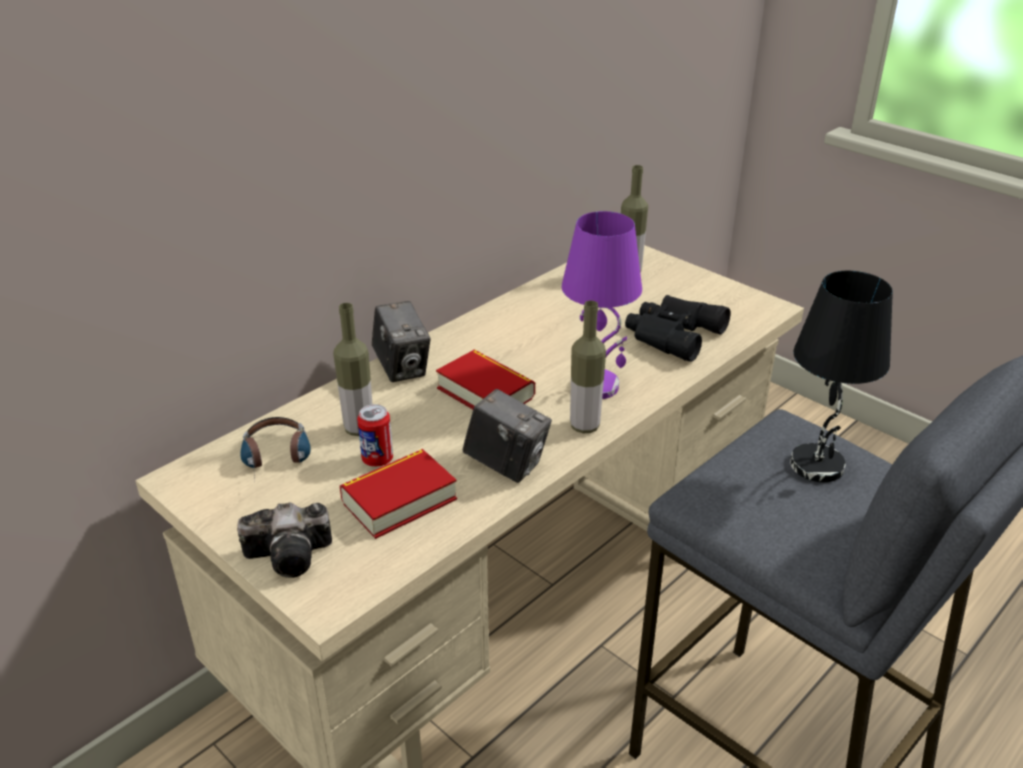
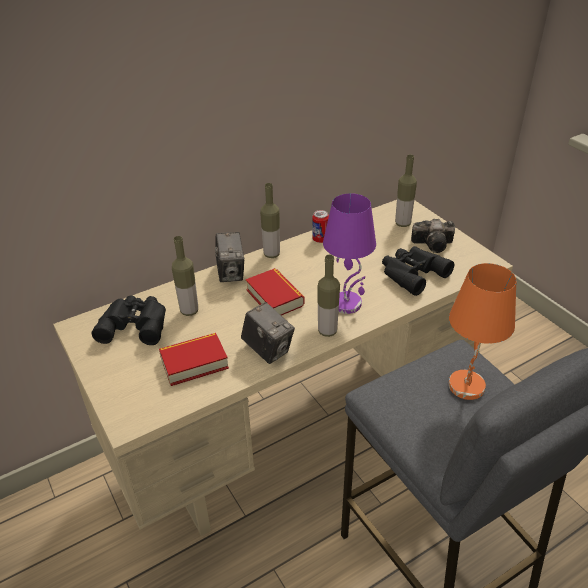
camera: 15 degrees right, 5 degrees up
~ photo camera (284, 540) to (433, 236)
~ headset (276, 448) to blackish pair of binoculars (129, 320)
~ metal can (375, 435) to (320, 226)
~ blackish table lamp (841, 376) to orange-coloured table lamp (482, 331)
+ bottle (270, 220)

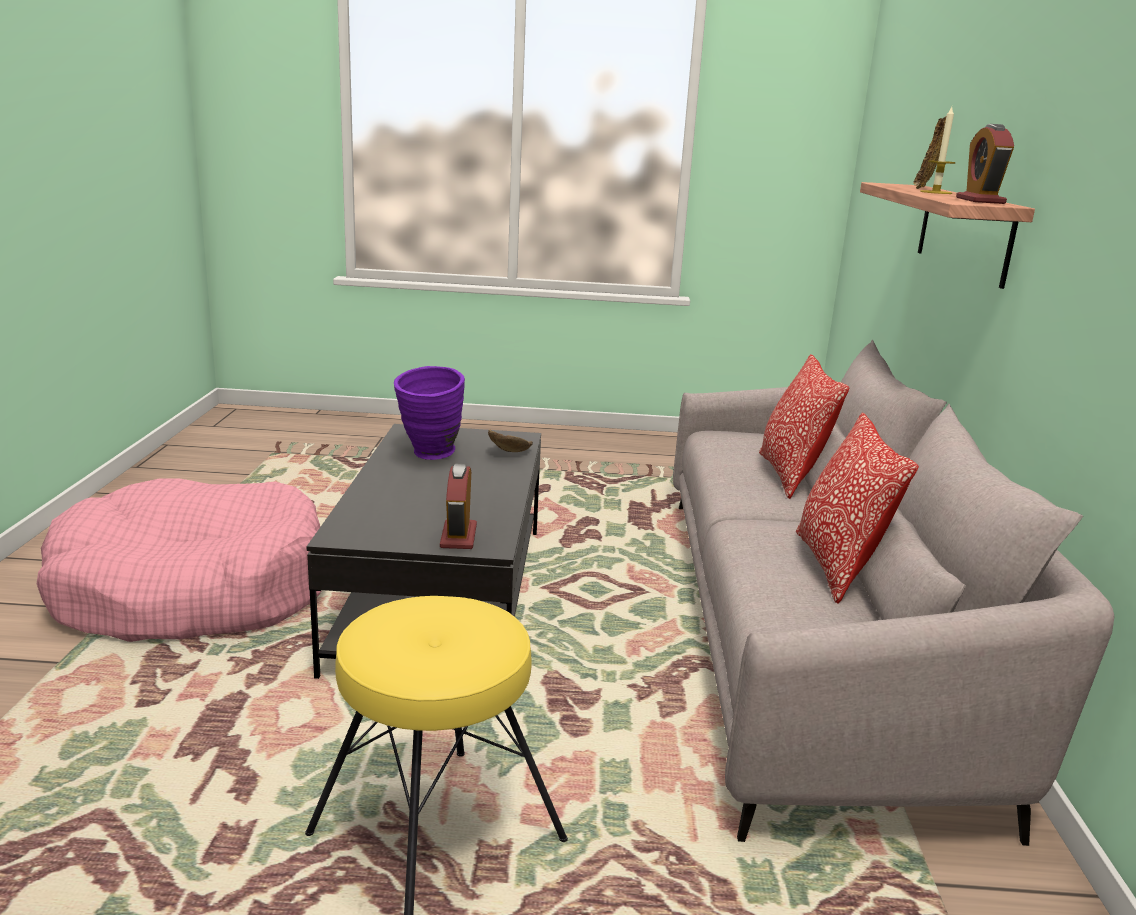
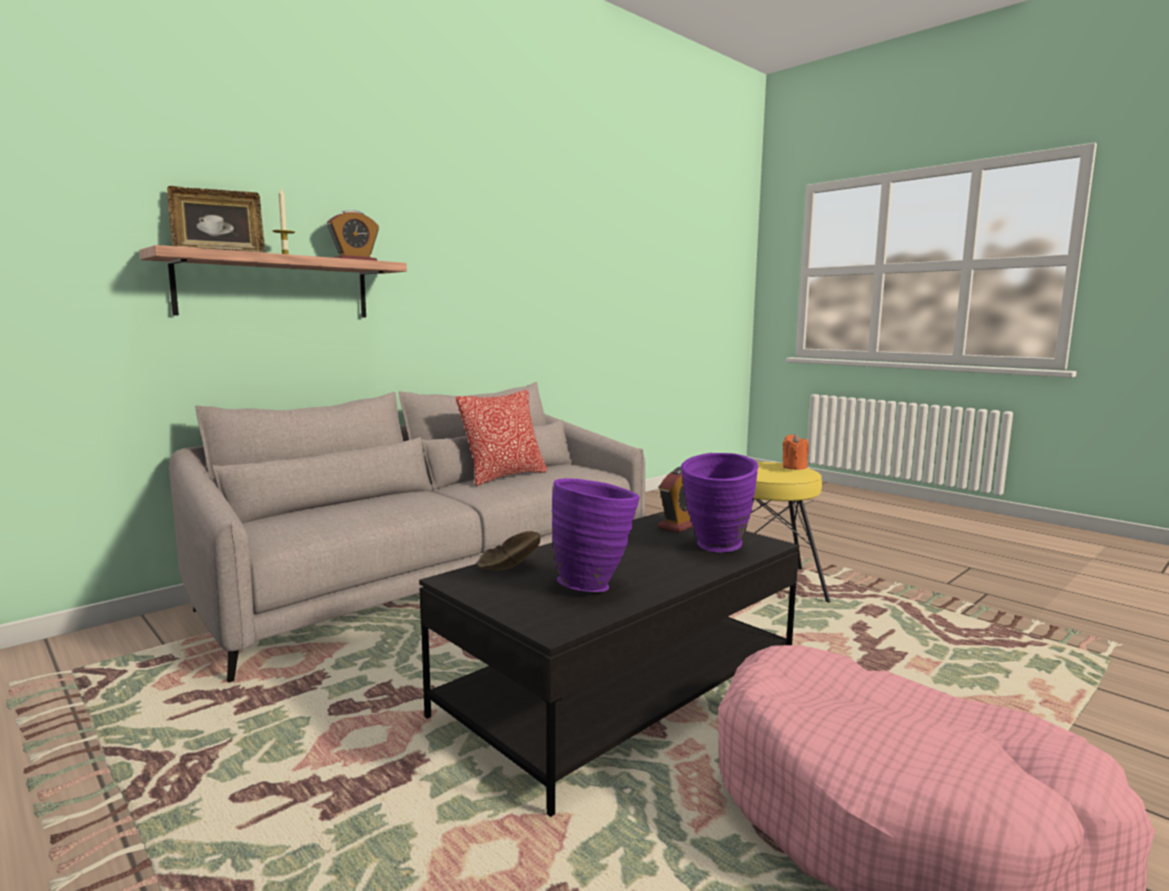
camera: 135 degrees left, 10 degrees down
- cushion (804, 426)
+ purple-coloured vase (719, 503)
+ orange-coloured wax candle (796, 452)

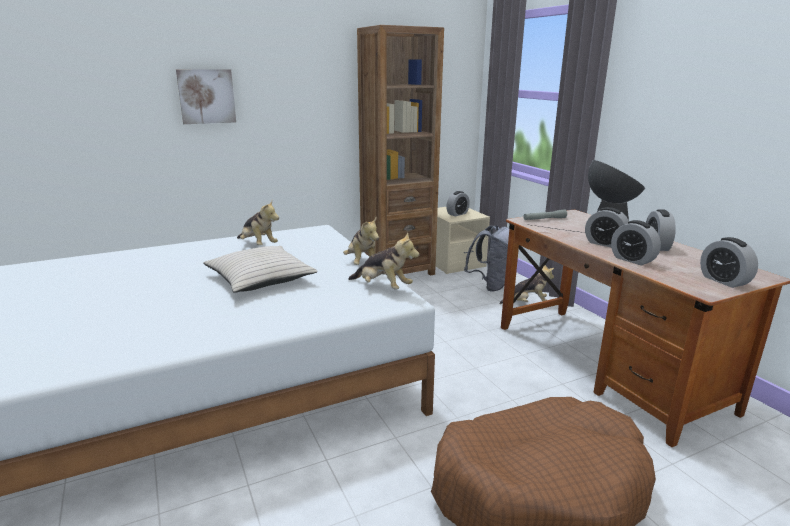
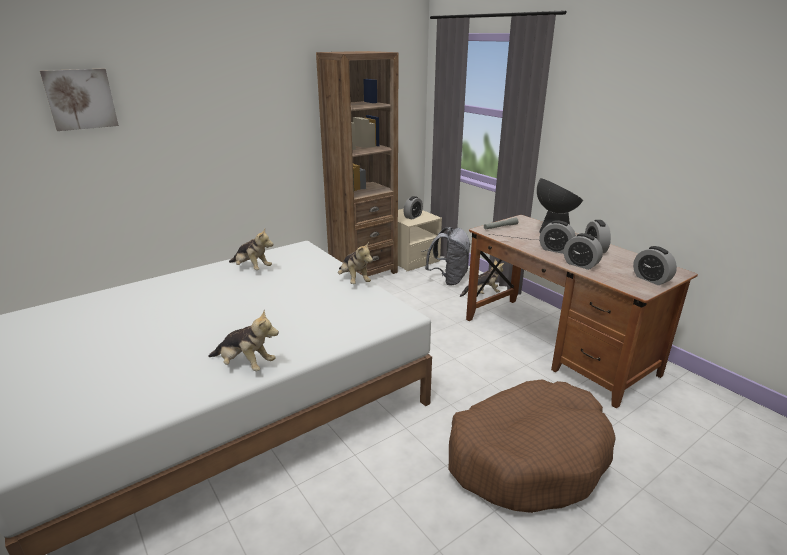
camera: 10 degrees left, 5 degrees up
~ wall picture (206, 96) to (79, 99)
- beige cushion (260, 269)
~ plush toy (384, 260) to (243, 340)

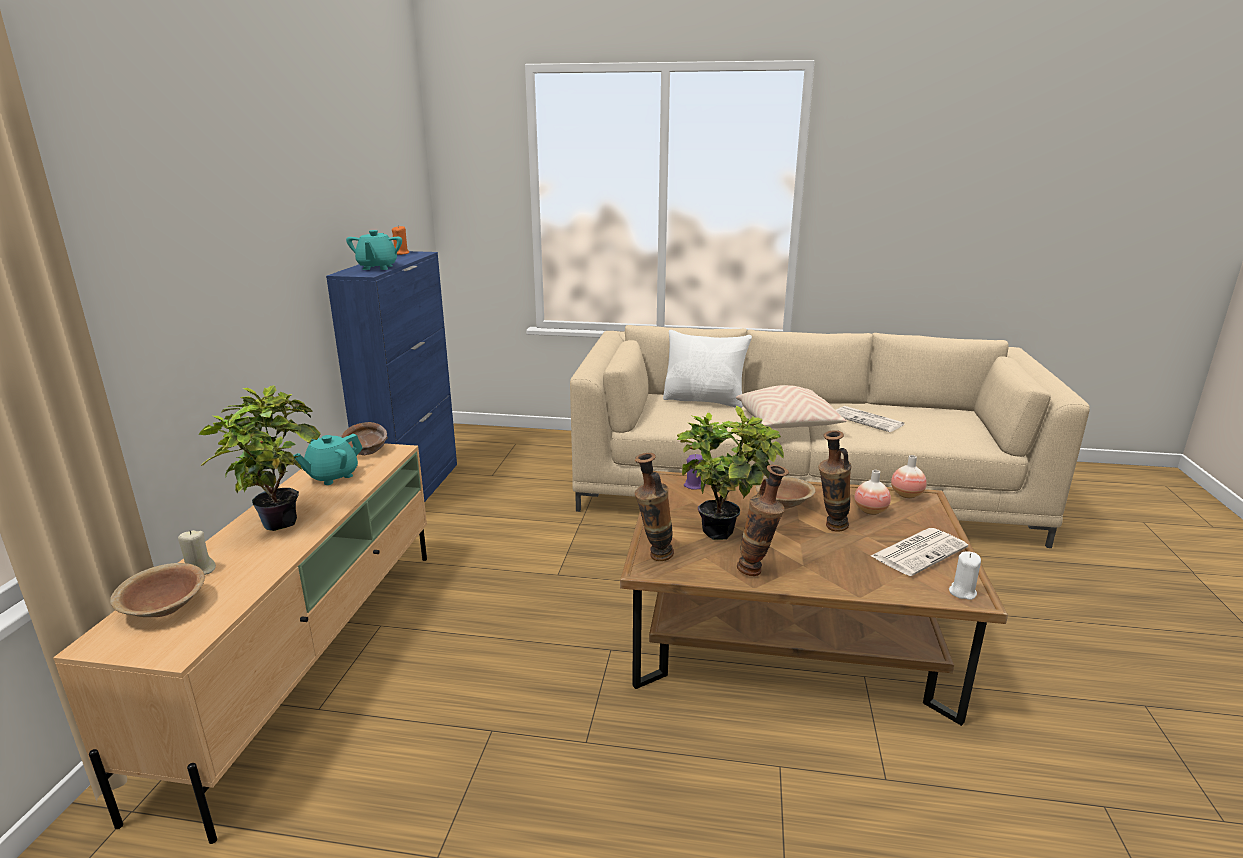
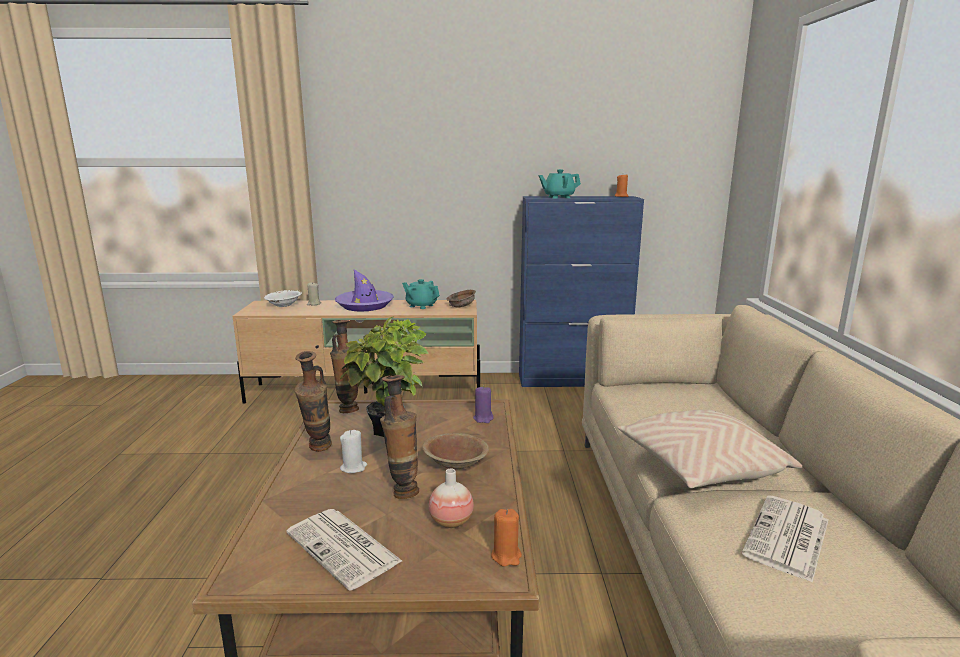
camera: 80 degrees right, 5 degrees down
~ brown-coloured bowl (157, 590) to white bowl (283, 298)
~ houseplant (259, 458) to purple-coloured hat (364, 290)
- white cushion (707, 369)
~ vase (909, 476) to orange-coloured wax candle (506, 538)
~ white wax candle (965, 576) to (353, 451)

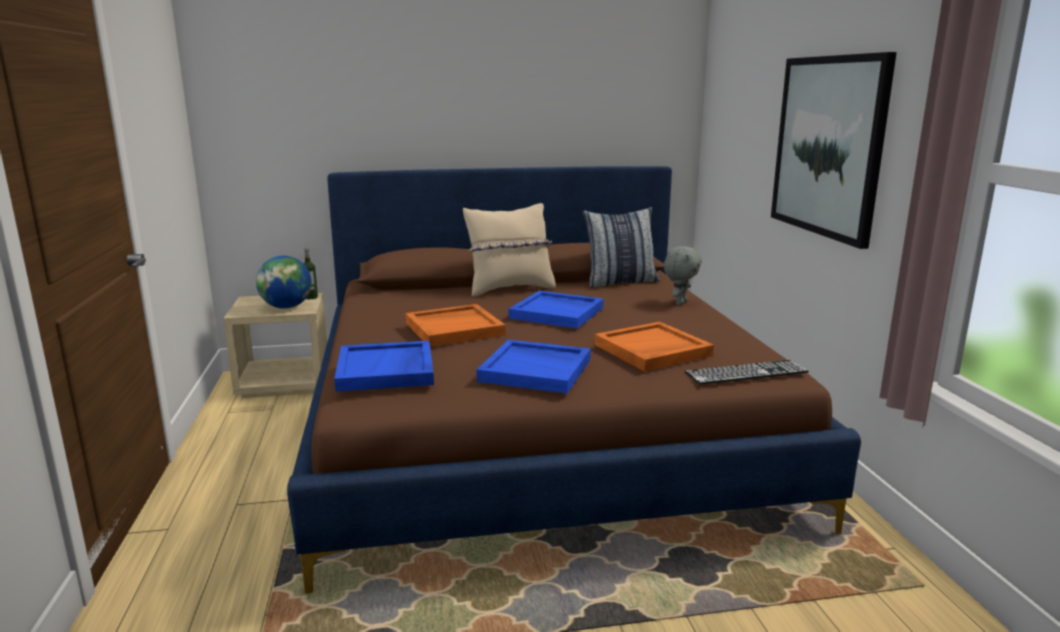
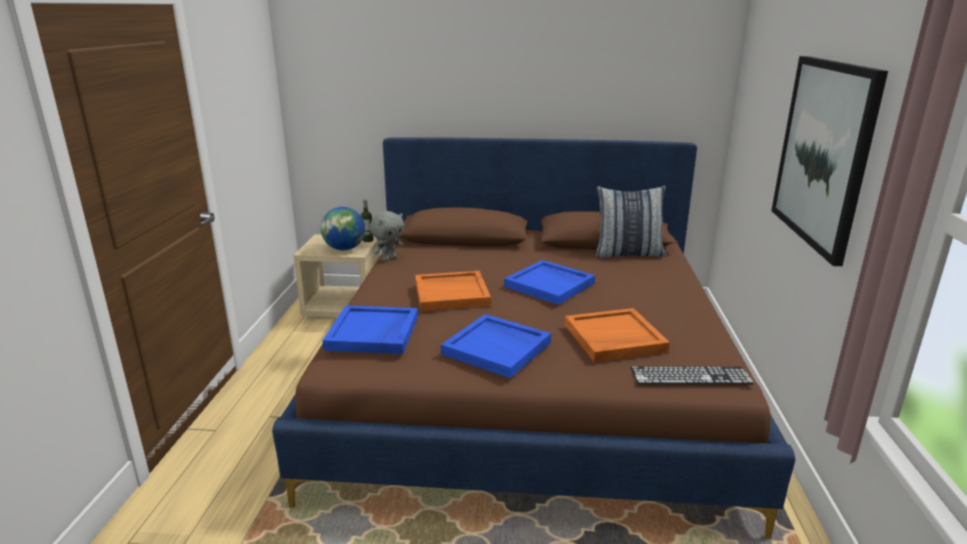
camera: 15 degrees right, 5 degrees up
- beige cushion (509, 250)
~ grey plush toy (683, 276) to (387, 236)

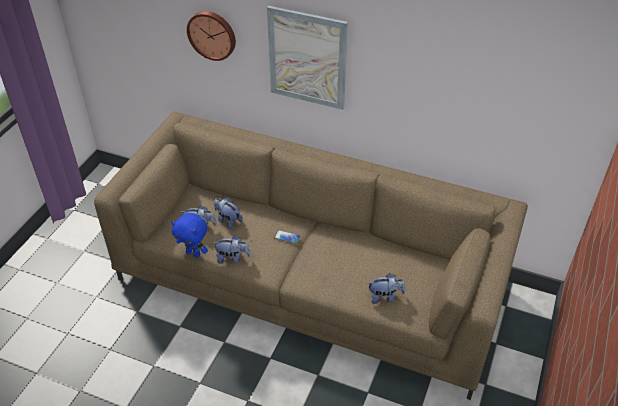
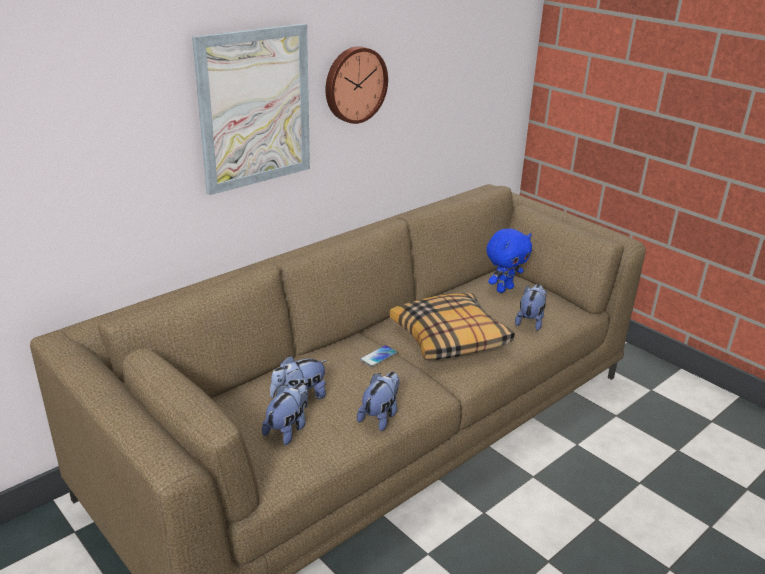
camera: 65 degrees left, 15 degrees down
~ bluish plush toy (189, 235) to (509, 260)
~ wall clock (211, 36) to (357, 85)
+ cushion (452, 326)

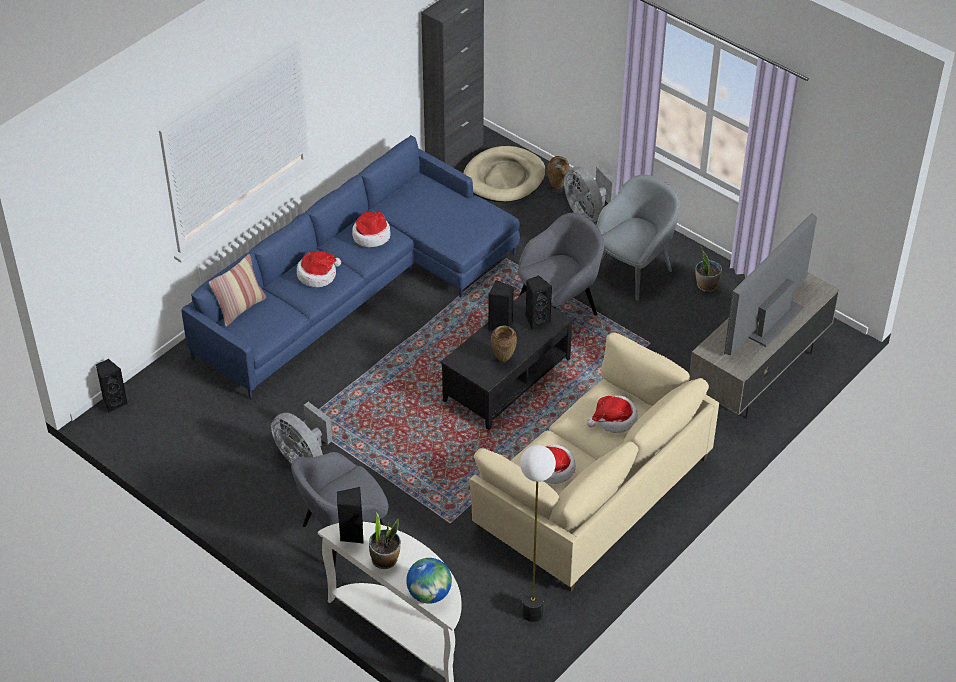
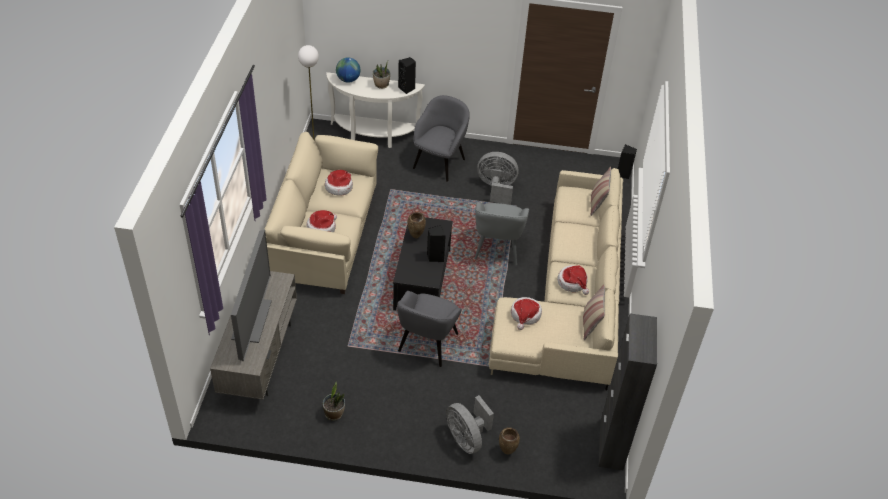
camera: 145 degrees right, 0 degrees up
~ bluish sofa (350, 267) to beige sofa (556, 279)
~ hat (319, 269) to (526, 313)
- beige pet bed (504, 174)
- blackish loudspeaker (539, 302)
~ grey electric fan (590, 193) = (470, 424) 150 degrees counterclockwise
~ grey lounge chair (638, 238) to (501, 233)
+ cushion (594, 312)

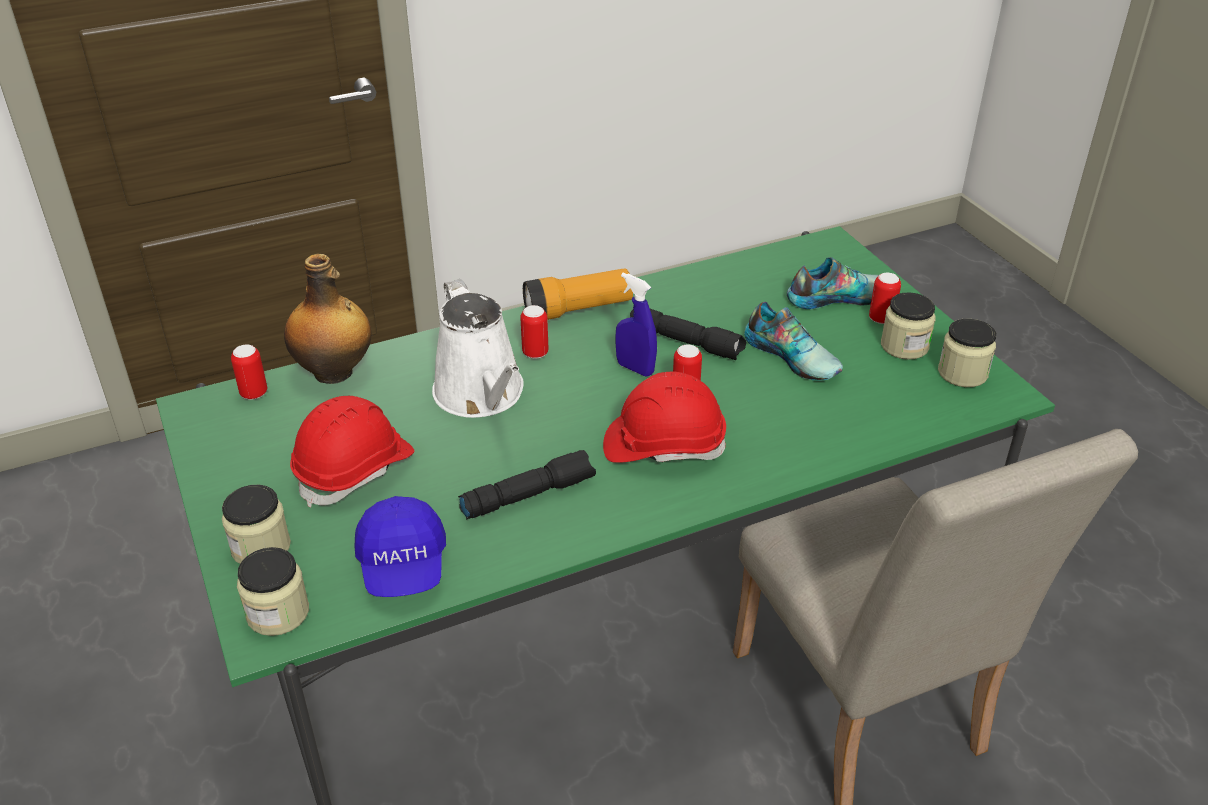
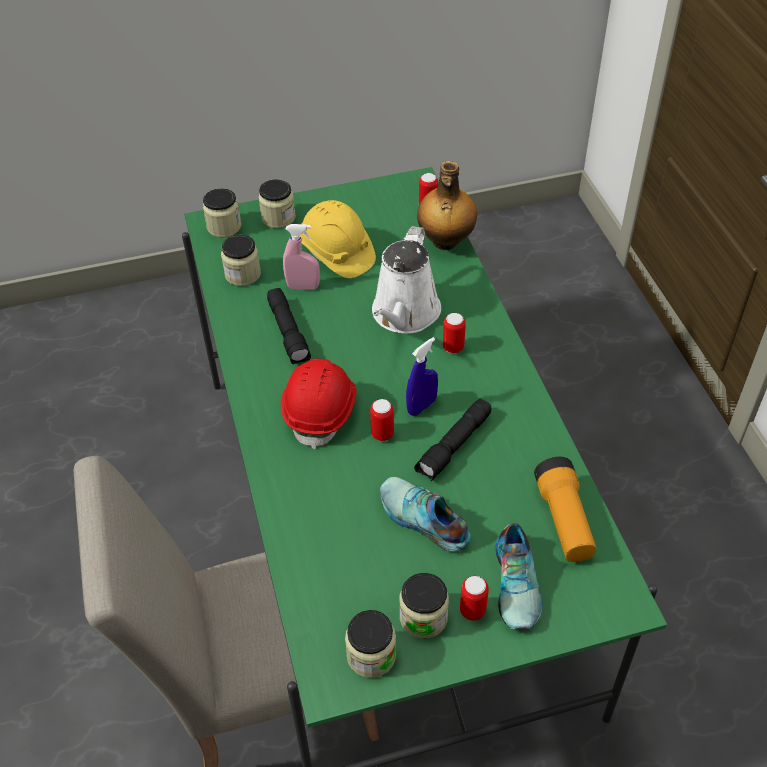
camera: 100 degrees right, 10 degrees up
~ red hard hat (352, 452) to yellow-coloured hard hat (338, 239)
~ bluish baseball cap (400, 546) to preserve jar (241, 260)
~ white watering can (478, 348) = (406, 280) 60 degrees counterclockwise
~ torch (578, 294) to (565, 509)
~ item of footwear (793, 341) = (425, 514) 75 degrees clockwise
+ pinkish spray bottle (301, 257)

